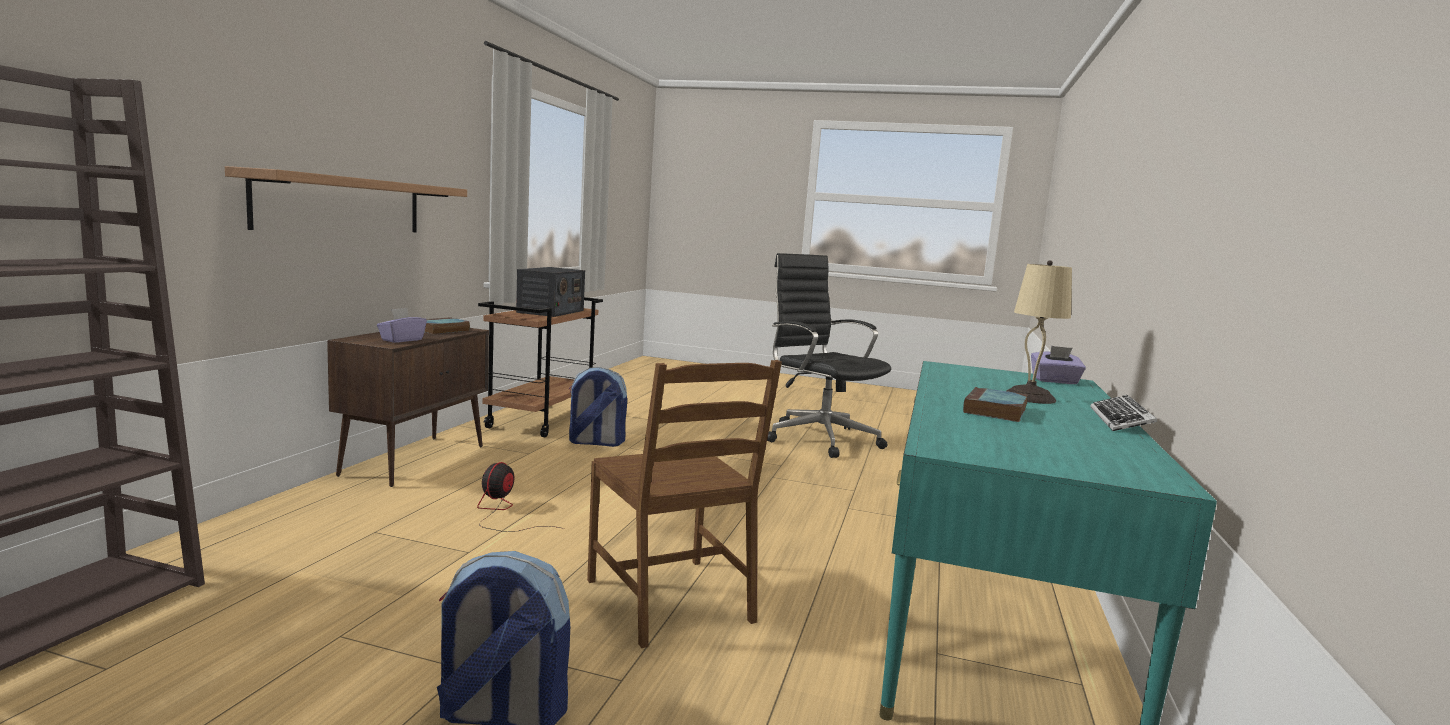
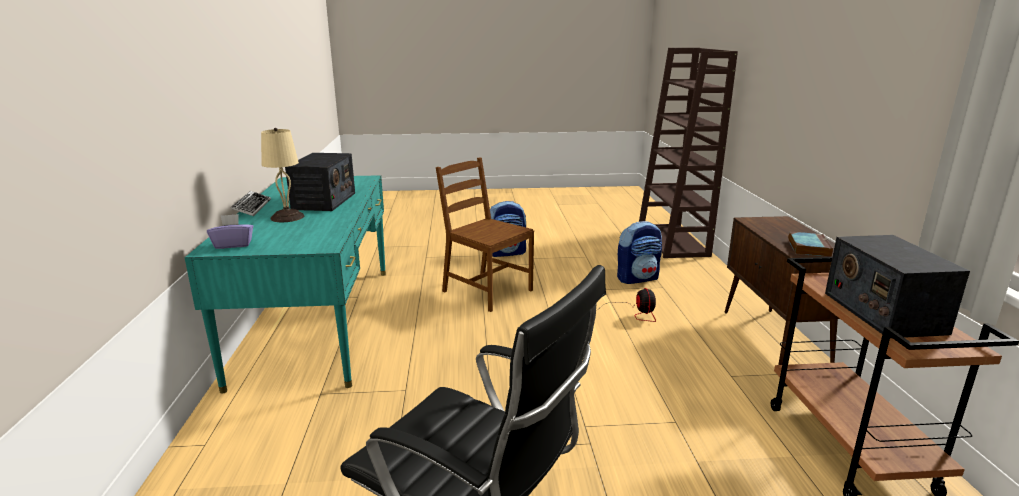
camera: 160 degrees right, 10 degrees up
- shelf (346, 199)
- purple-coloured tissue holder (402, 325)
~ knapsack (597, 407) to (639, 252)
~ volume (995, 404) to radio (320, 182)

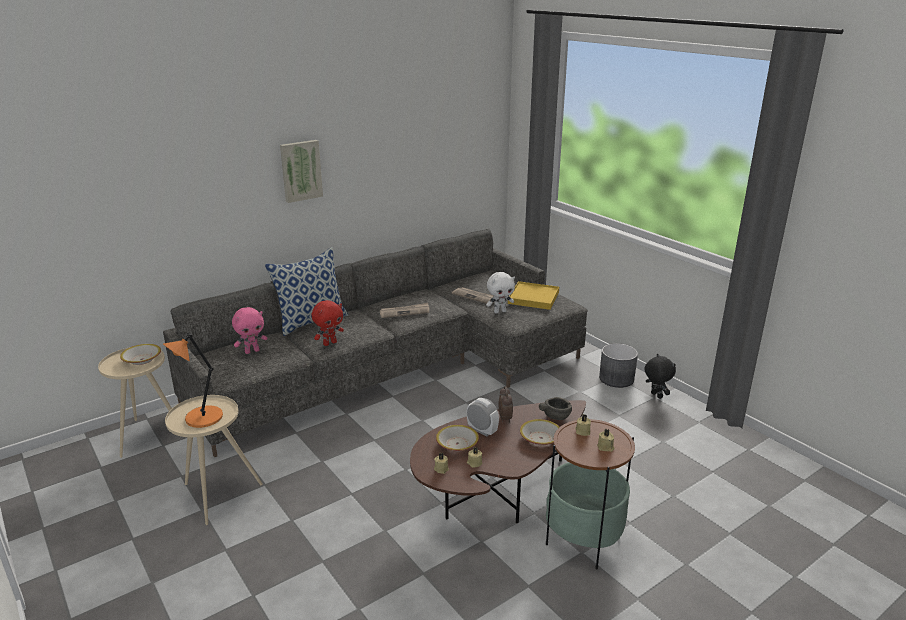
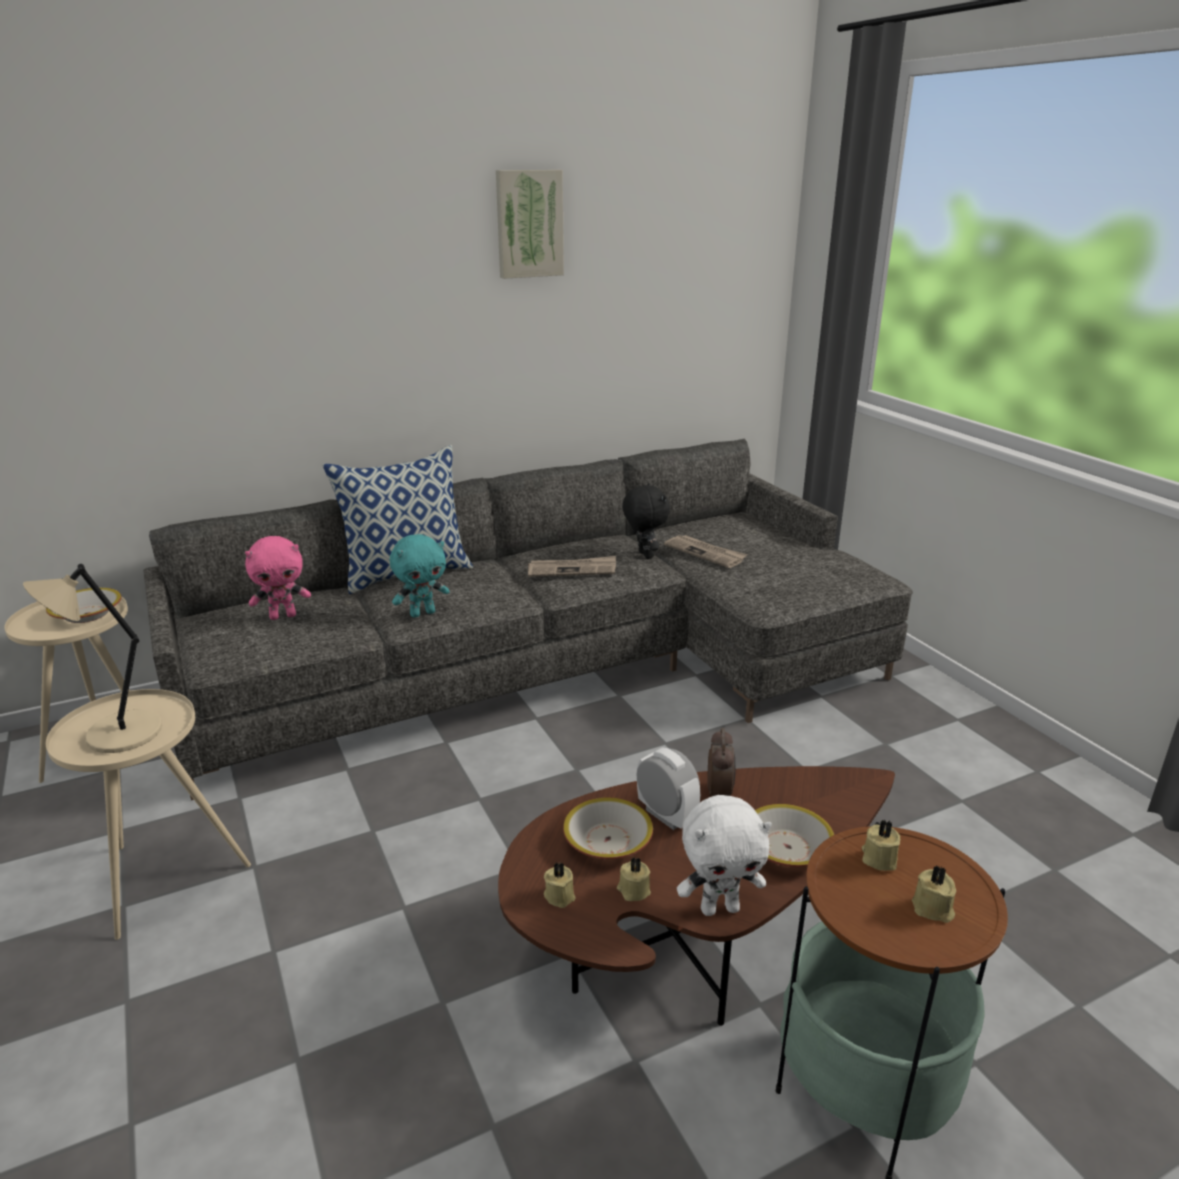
camera: 10 degrees right, 0 degrees up
~ orange-coloured table lamp (193, 380) to beige table lamp (92, 658)
~ wall picture (301, 171) to (530, 224)
~ red plush toy (328, 323) to turquoise plush toy (420, 576)
~ white plush toy (500, 293) to (724, 855)
- yellow-coloured carrying tray (533, 295)
- grey bowl (555, 408)
- grey flower pot (618, 365)
~ blackish plush toy (660, 376) to (646, 521)

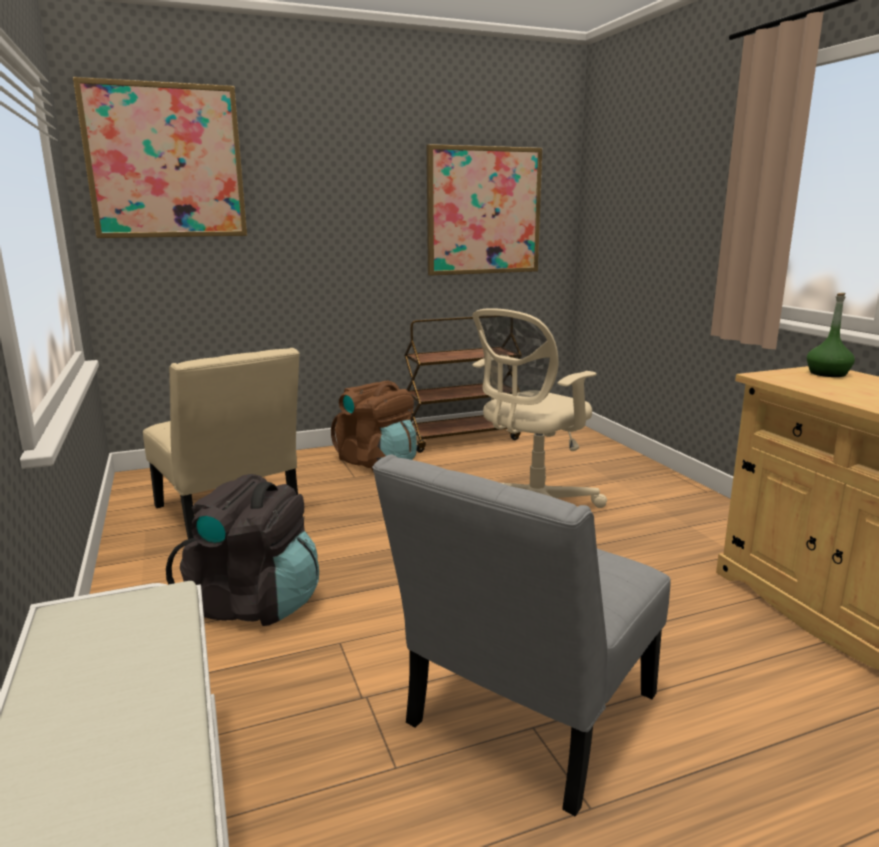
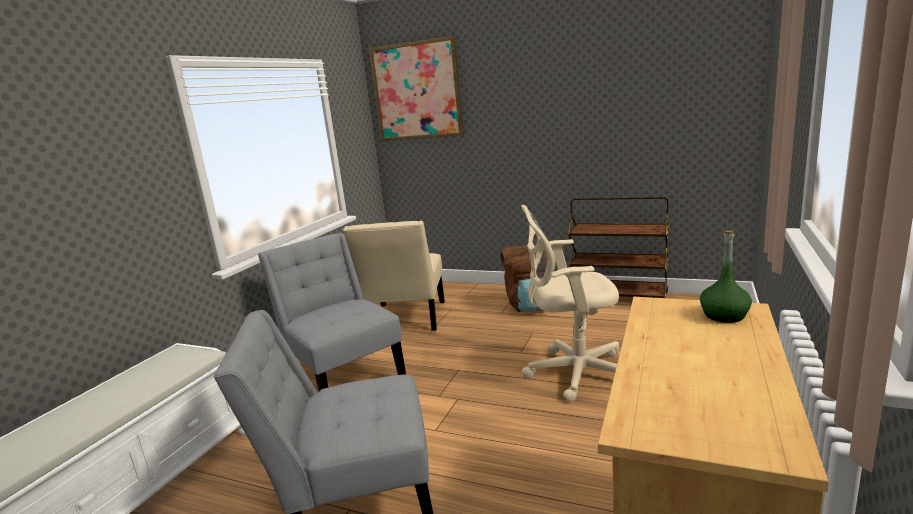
camera: 45 degrees right, 0 degrees up
~ blackish knapsack (242, 550) to grey upright chair (332, 312)
- wall picture (485, 210)

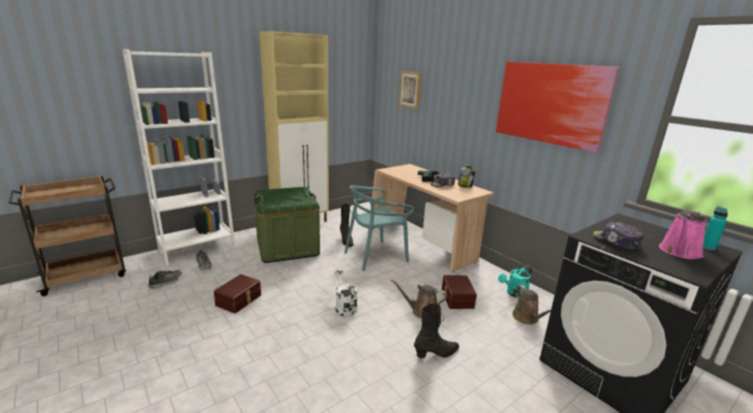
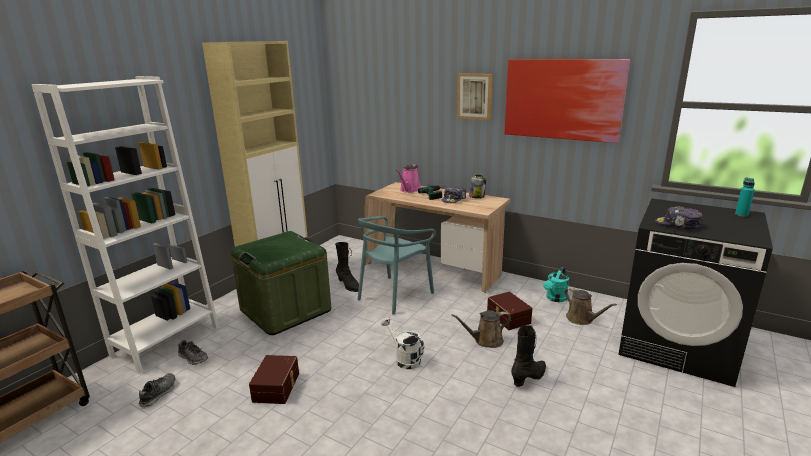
camera: 20 degrees left, 0 degrees up
~ wall picture (410, 90) to (475, 96)
~ pinkish watering can (683, 234) to (408, 179)

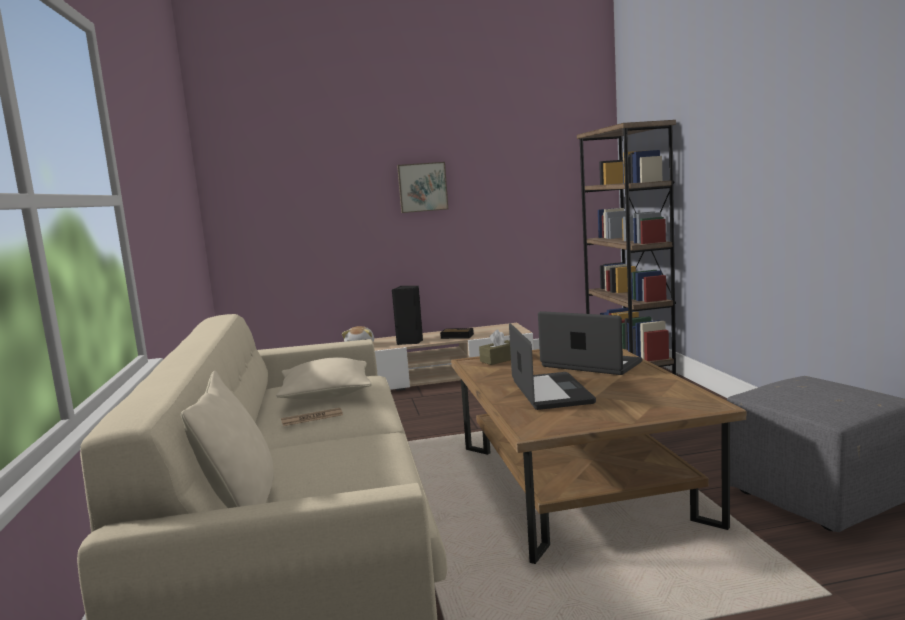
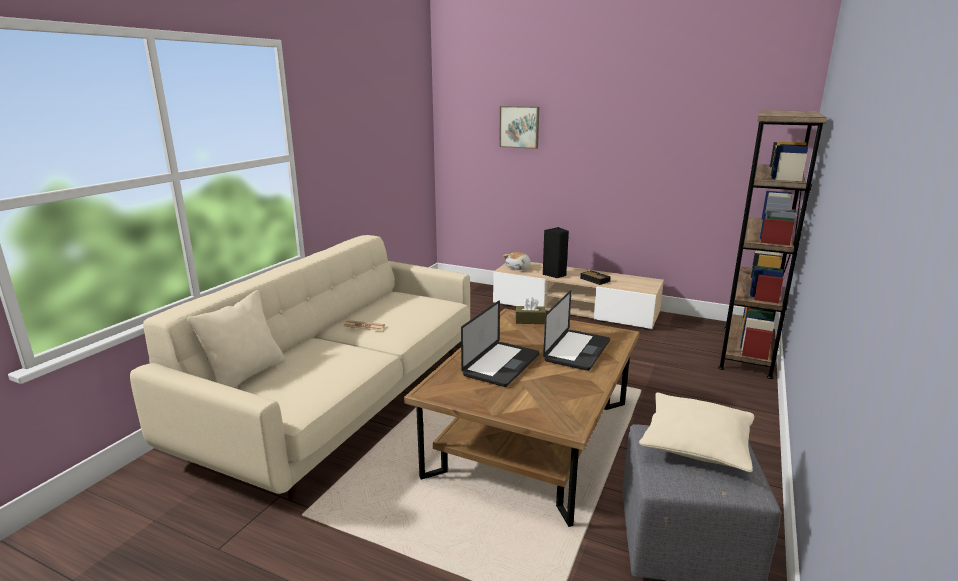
camera: 35 degrees right, 10 degrees up
~ beige cushion (324, 378) to (696, 432)
~ wall picture (422, 187) to (519, 127)
~ portable computer (590, 343) = (576, 330) 45 degrees clockwise

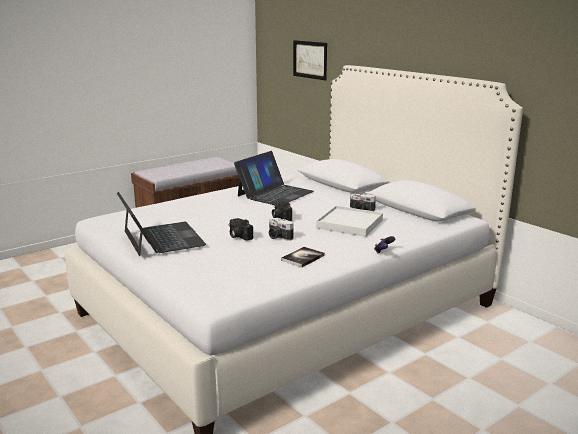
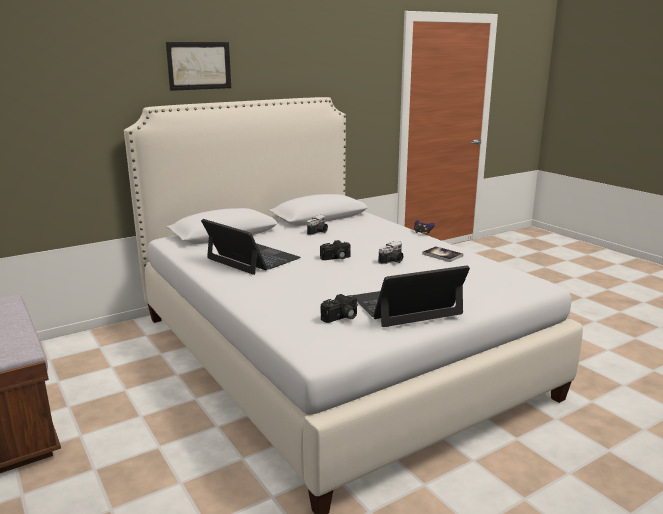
camera: 85 degrees left, 0 degrees up
~ photo camera (241, 229) to (339, 308)
~ wall picture (310, 60) to (198, 66)
- white carrying tray (349, 221)

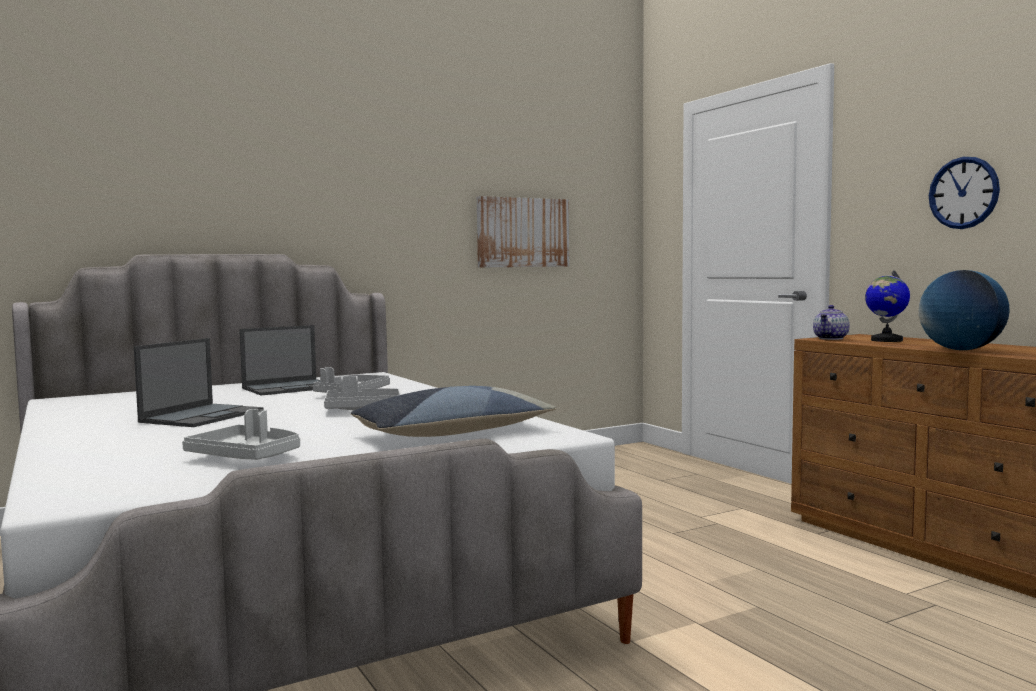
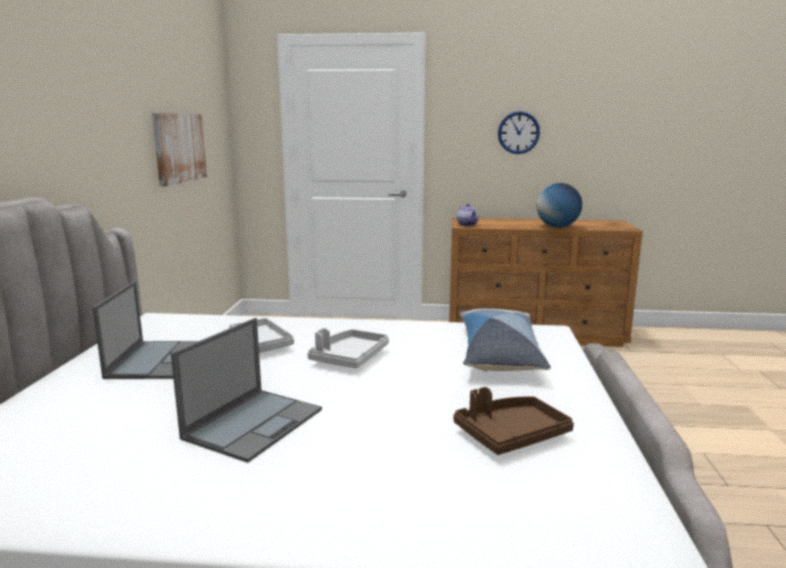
camera: 55 degrees left, 10 degrees up
~ portable computer (198, 382) = (246, 390) 60 degrees clockwise
~ white carrying tray (241, 434) to brown-coloured carrying tray (514, 421)
- world globe (887, 306)

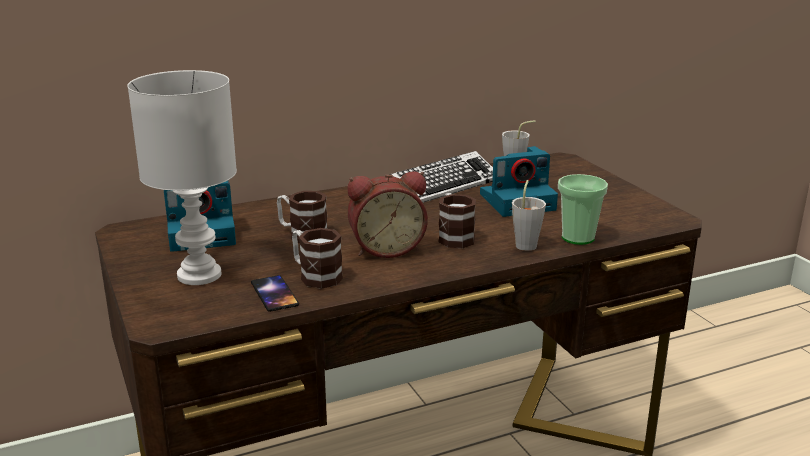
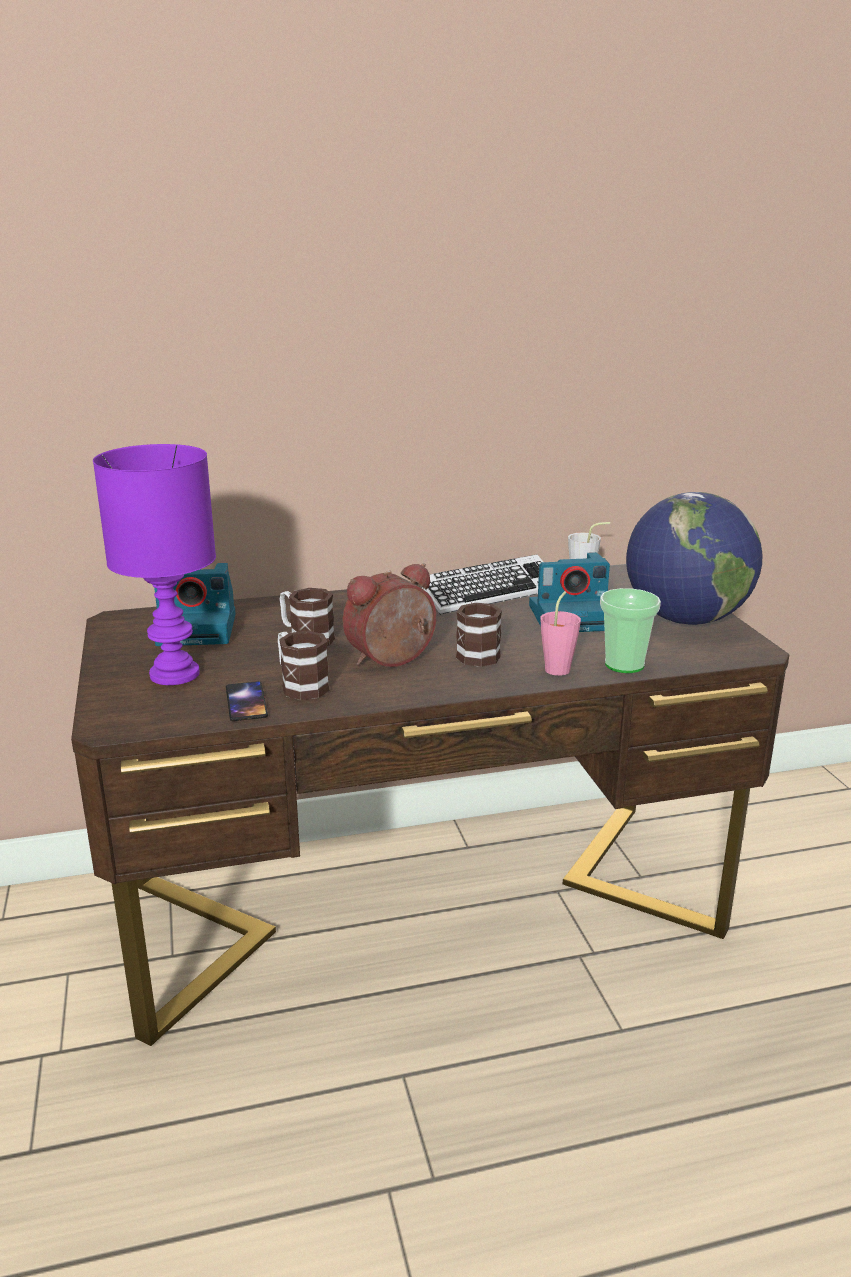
camera: 10 degrees right, 0 degrees up
~ white table lamp (182, 177) to purple-coloured table lamp (154, 564)
~ table clock (387, 214) = (389, 615) 150 degrees clockwise
~ grey drinking cup (529, 215) to pinkish drinking cup (560, 633)
+ world globe (694, 558)

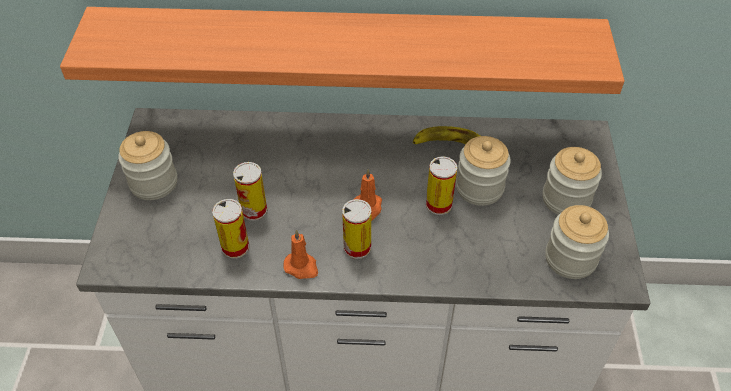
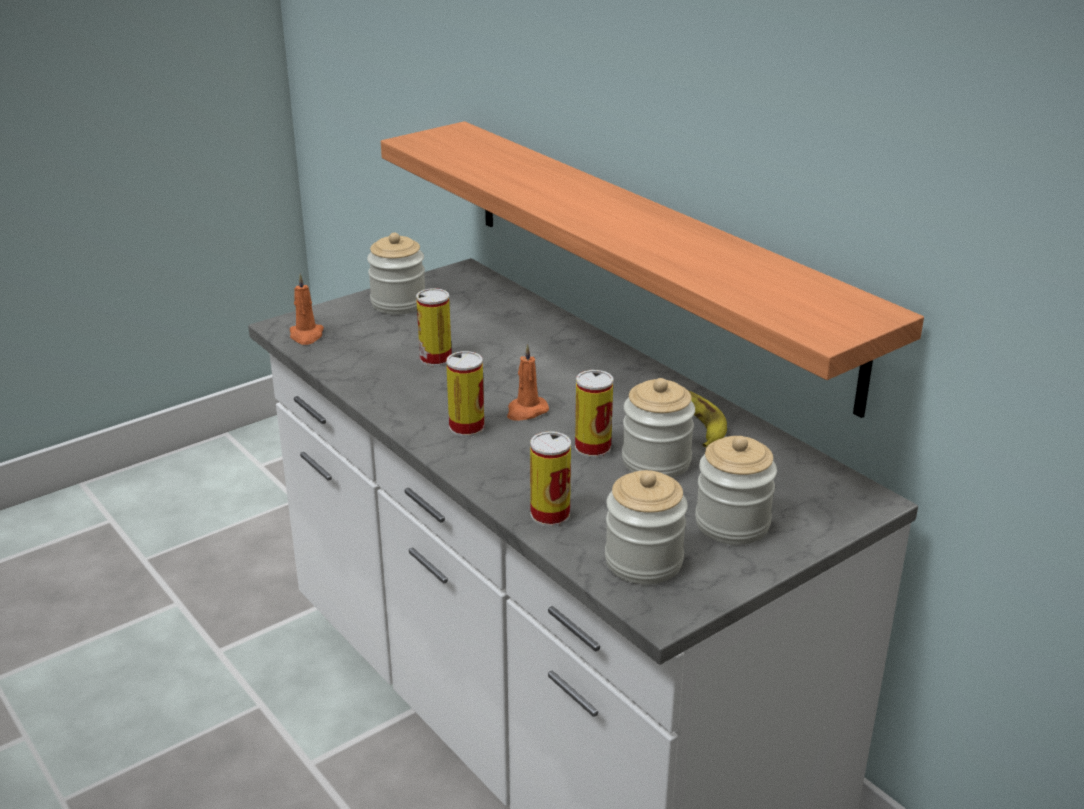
camera: 50 degrees right, 20 degrees down
~ metal can (230, 229) to (550, 479)
~ orange-coloured wax candle (300, 254) to (307, 309)

